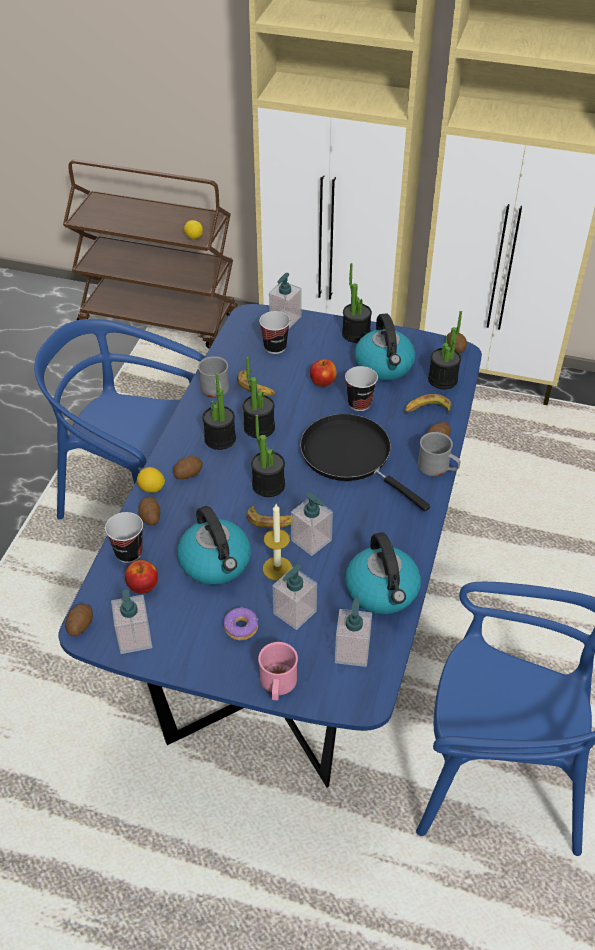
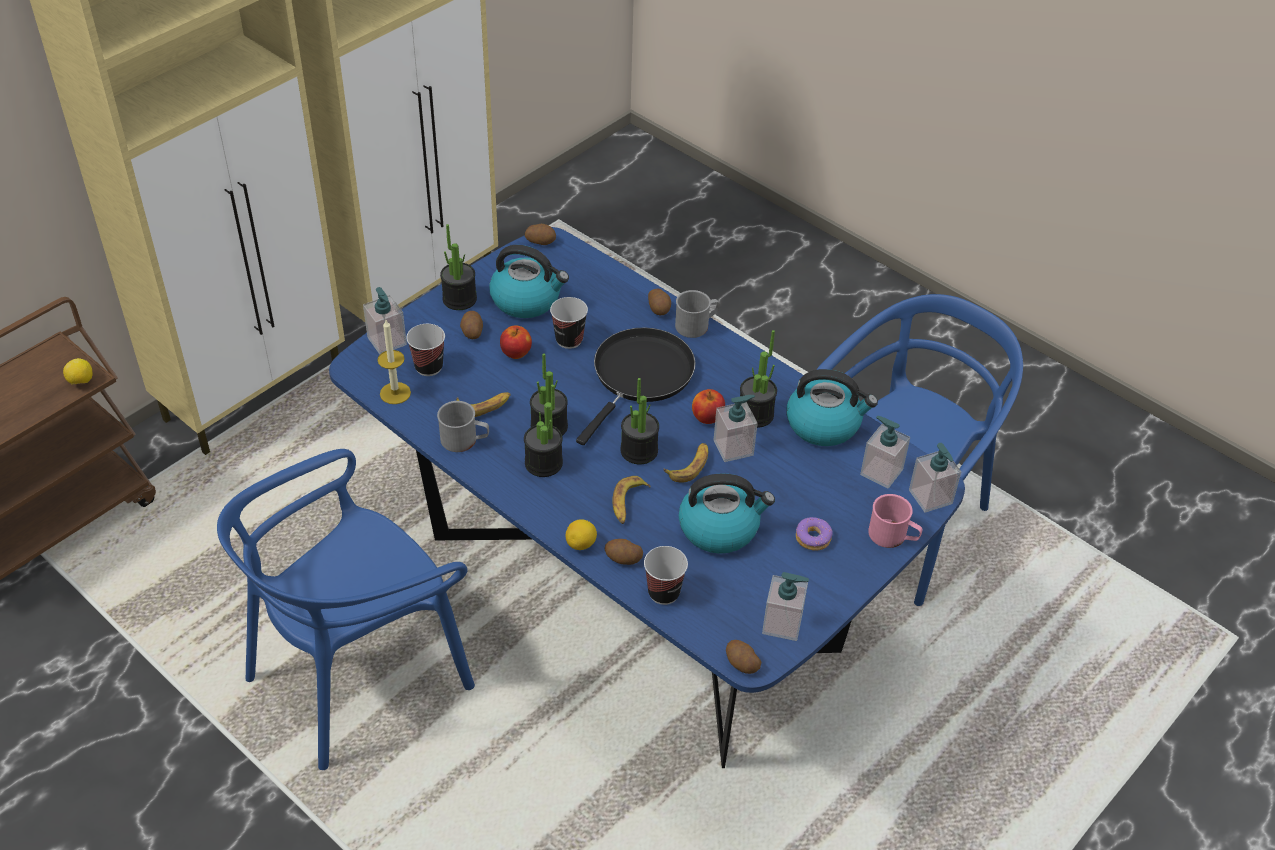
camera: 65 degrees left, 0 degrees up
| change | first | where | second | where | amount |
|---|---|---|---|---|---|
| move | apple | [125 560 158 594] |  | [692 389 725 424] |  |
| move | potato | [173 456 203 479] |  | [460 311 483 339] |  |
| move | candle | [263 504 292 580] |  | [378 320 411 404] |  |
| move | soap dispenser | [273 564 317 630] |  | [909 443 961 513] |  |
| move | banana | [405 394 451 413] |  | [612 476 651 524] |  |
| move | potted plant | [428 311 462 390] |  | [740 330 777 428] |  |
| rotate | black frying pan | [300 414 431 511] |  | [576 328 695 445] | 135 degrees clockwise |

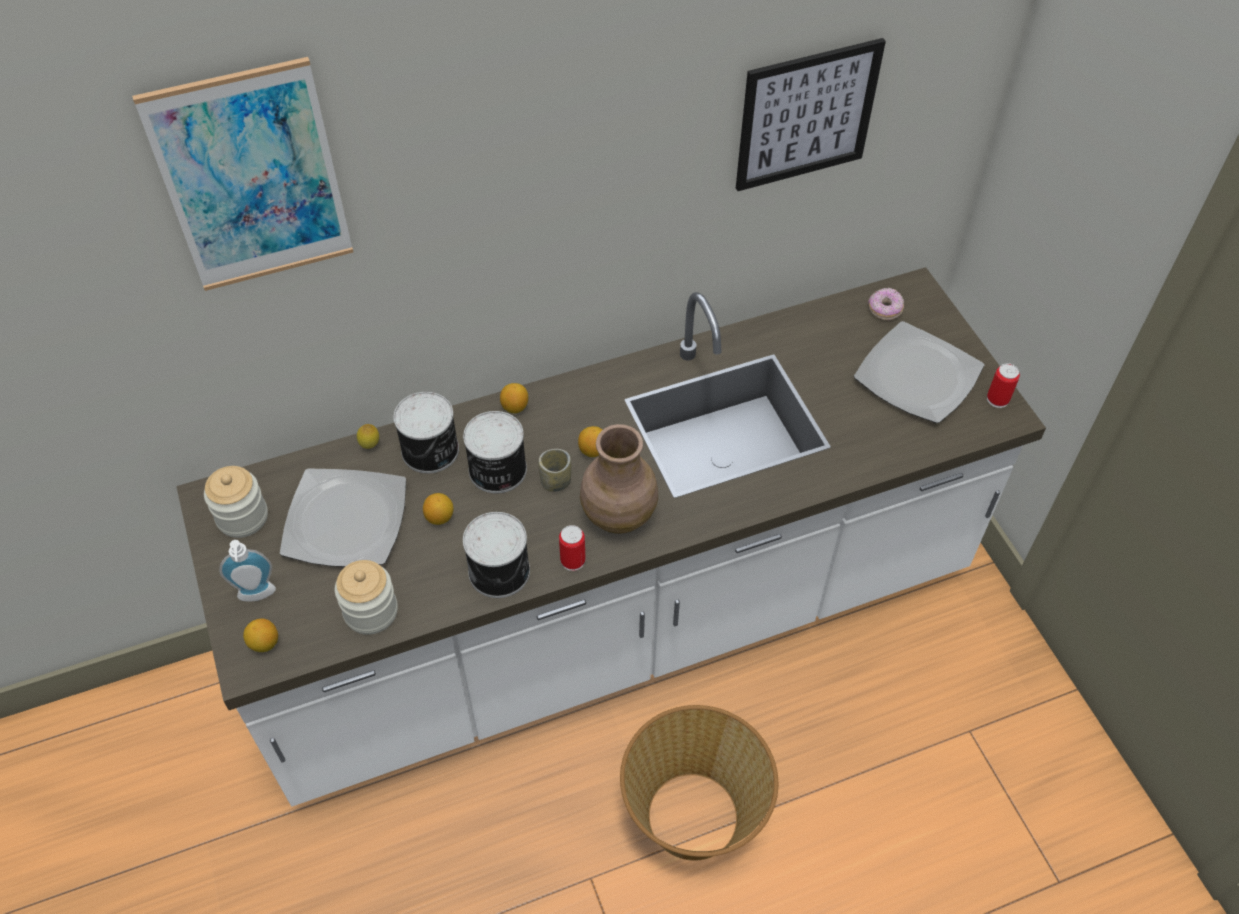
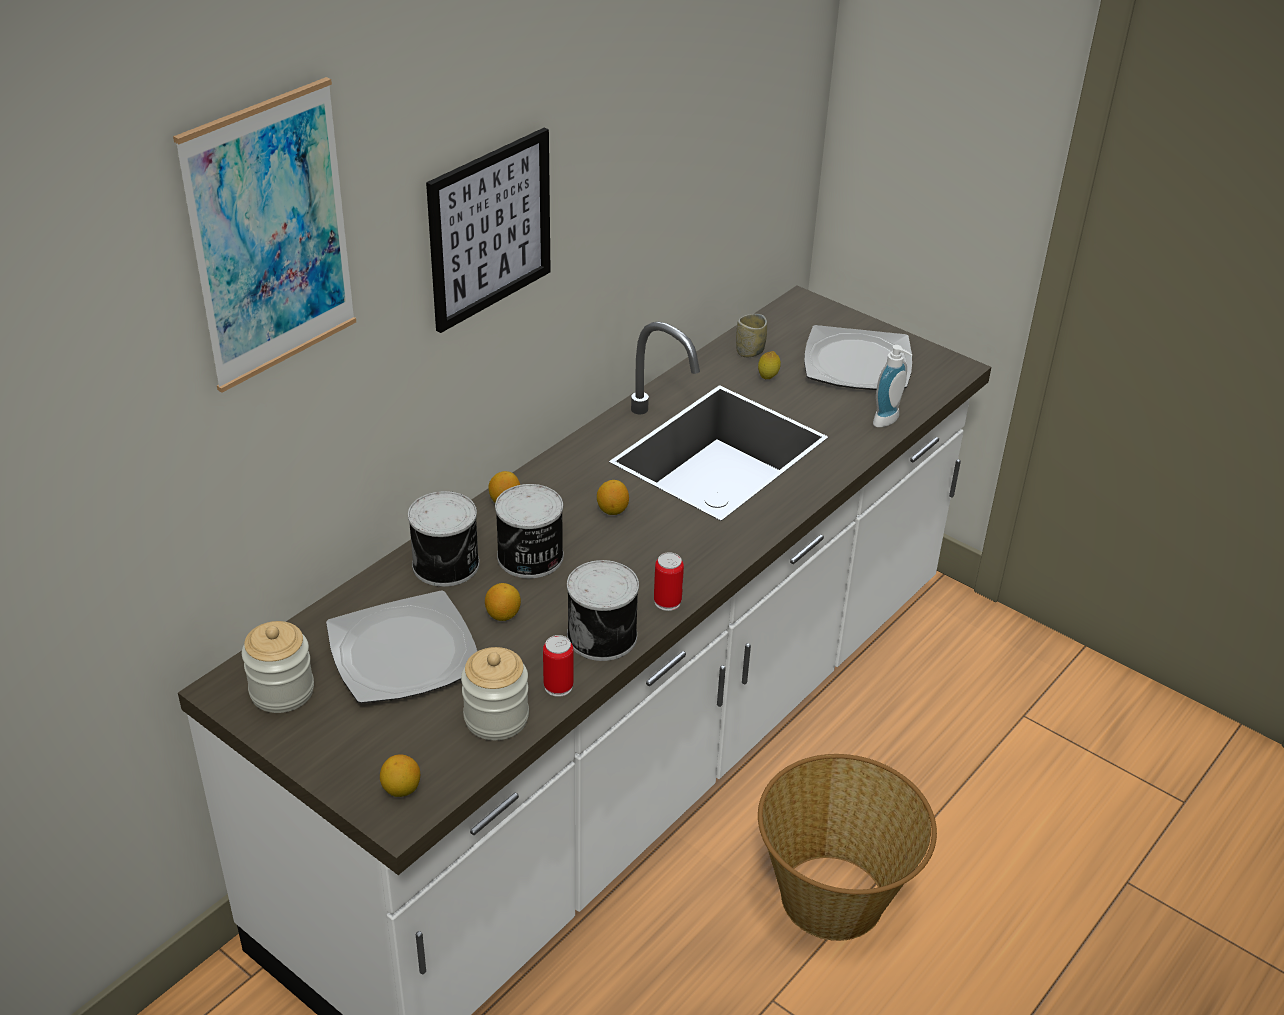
camera: 30 degrees left, 15 degrees down
| change | first | where | second | where | amount |
|---|---|---|---|---|---|
| delete | brown vase | [580 424 658 534] |  |  |  |
| delete | donut | [868 288 904 320] |  |  |  |
| move | soap dispenser | [219 540 276 602] |  | [873 345 912 427] |  |
| move | lemon | [357 424 379 449] |  | [758 351 781 379] |  |
| move | cup | [538 449 571 492] |  | [736 314 767 357] |  |
| move | picture | [736 38 886 191] |  | [426 128 551 333] |  |
| move | can | [987 363 1020 408] |  | [543 635 574 697] |  |

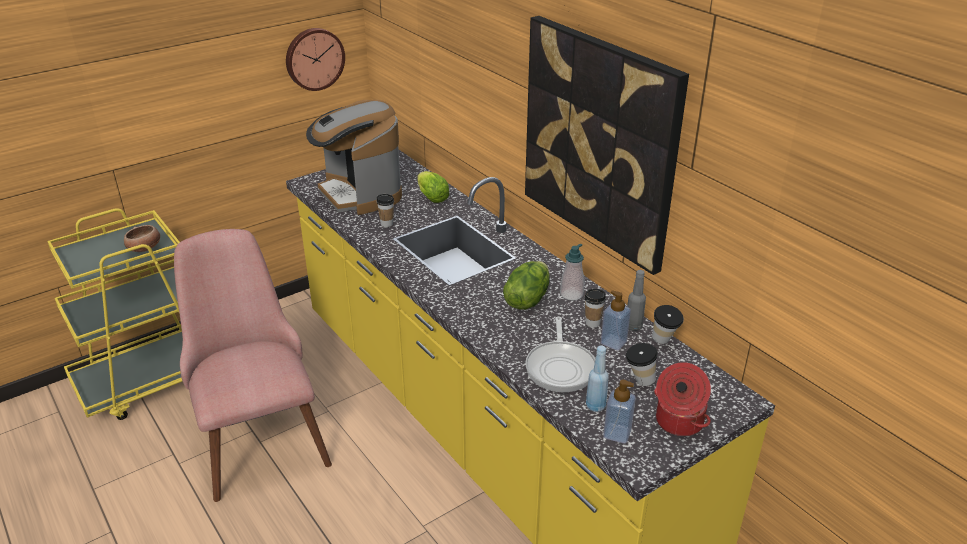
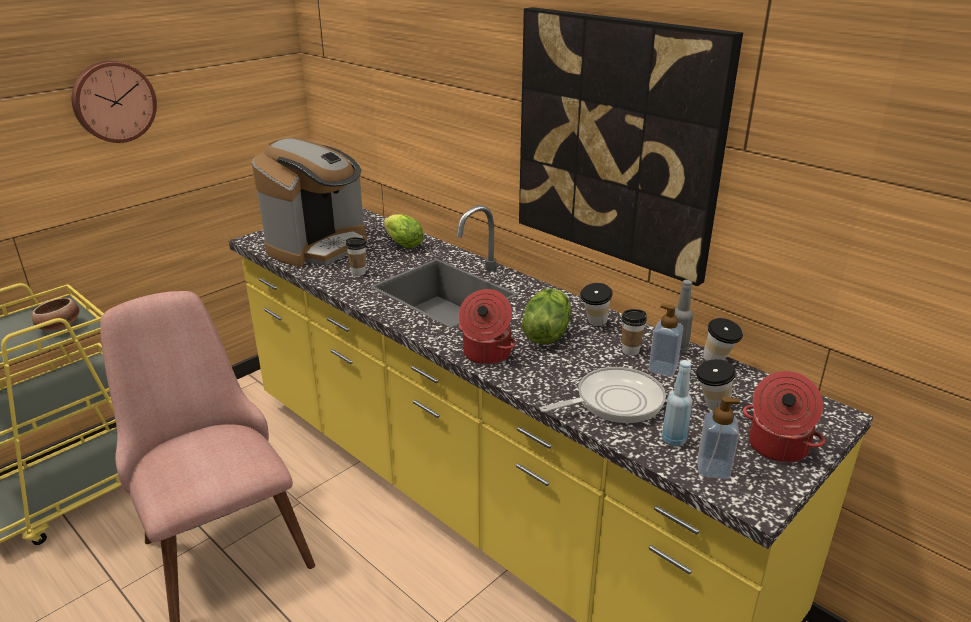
camera: 10 degrees left, 5 degrees down
| change | first | where | second | where | amount |
|---|---|---|---|---|---|
| insert |  |  | cooking pot | [459 289 516 365] |  |
| move | wall clock | [286 28 345 91] |  | [72 61 157 143] |  |
| replace | soap dispenser | [560 244 584 301] | cup | [580 283 613 326] |  |
| rotate | coffee machine | [306 100 402 215] |  | [252 138 367 268] | 105 degrees counterclockwise |
| rotate | frying pan | [525 317 595 392] |  | [540 367 666 423] | 105 degrees counterclockwise |

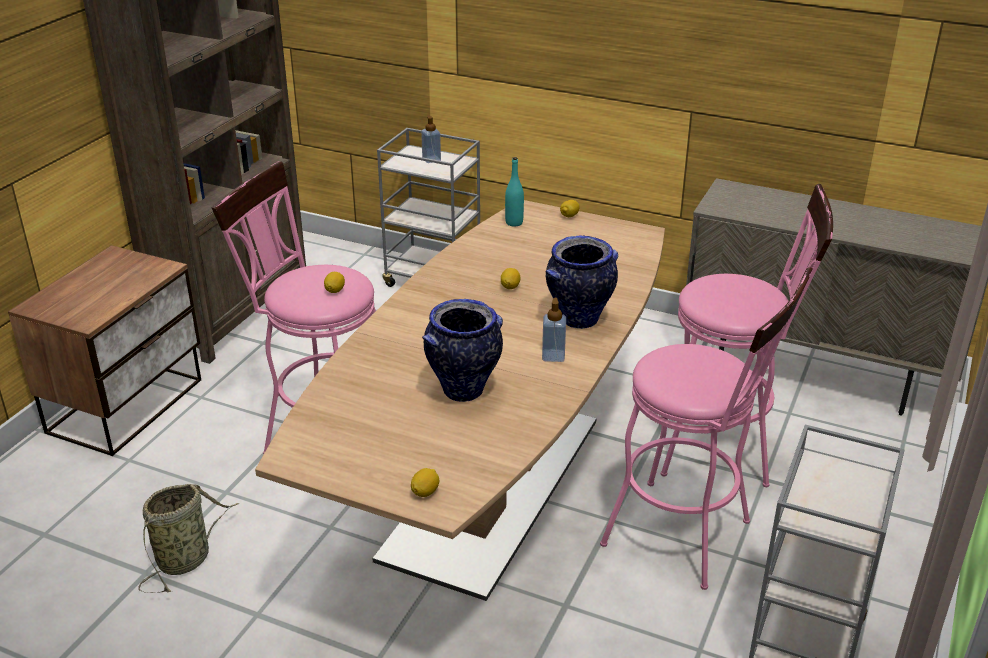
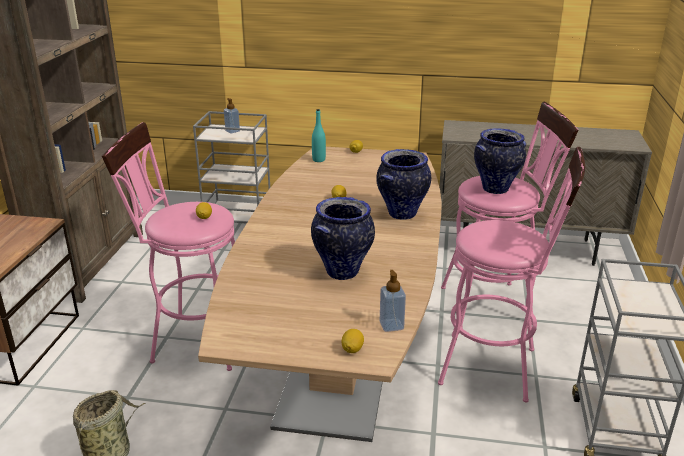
camera: 15 degrees left, 5 degrees down
| change | first | where | second | where | amount |
|---|---|---|---|---|---|
| insert |  |  | vase | [474 128 526 194] |  |
| move | soap dispenser | [542 298 566 362] |  | [380 270 406 332] |  |

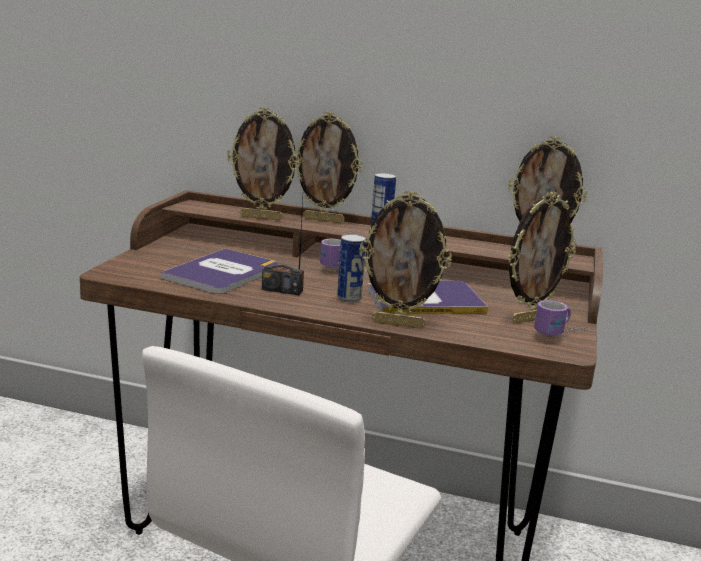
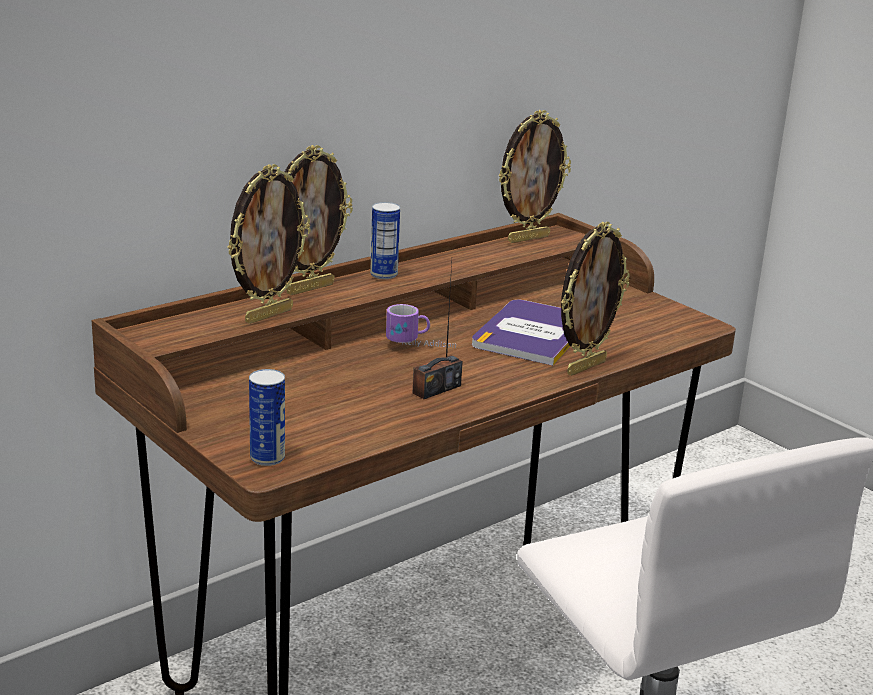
camera: 55 degrees left, 5 degrees up
| change | first | where | second | where | amount |
|---|---|---|---|---|---|
| delete | book | [161 249 278 294] |  |  |  |
| delete | picture frame | [508 192 576 324] |  |  |  |
| delete | mug | [534 300 585 337] |  |  |  |
| move | can | [337 234 366 303] |  | [249 369 285 466] |  |

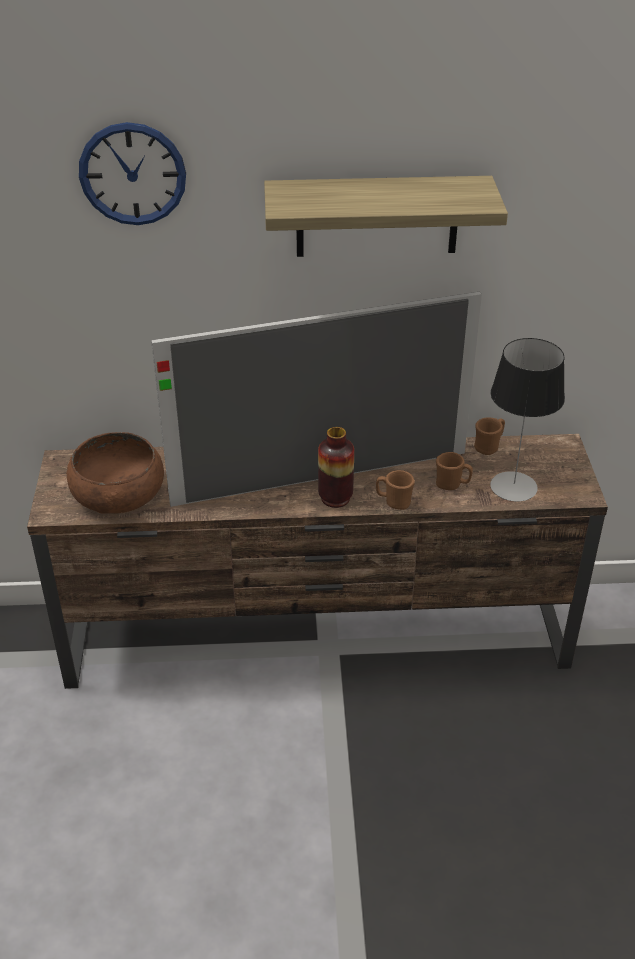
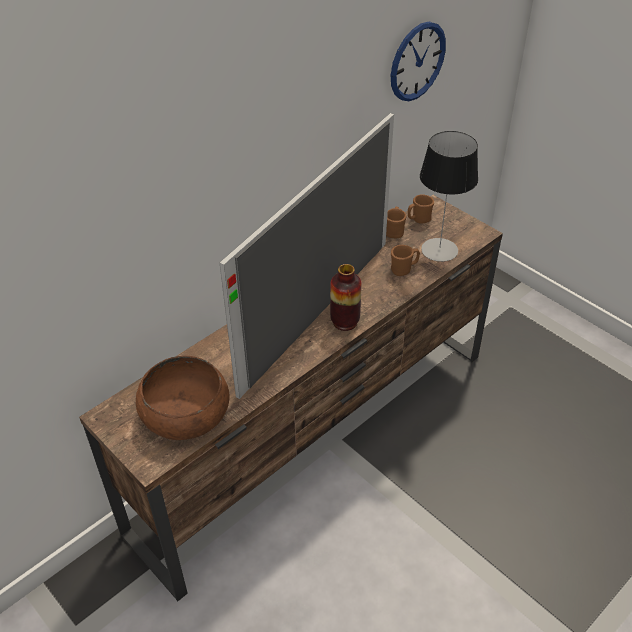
camera: 40 degrees left, 5 degrees up
| change | first | where | second | where | amount |
|---|---|---|---|---|---|
| delete | shelf | [264 176 508 257] |  |  |  |
| move | wall clock | [79 122 186 225] |  | [390 22 446 101] |  |
| move | brown mug | [376 470 415 510] |  | [408 194 434 224] |  |

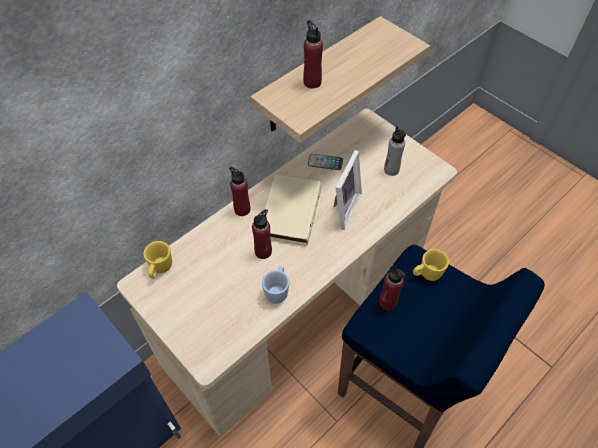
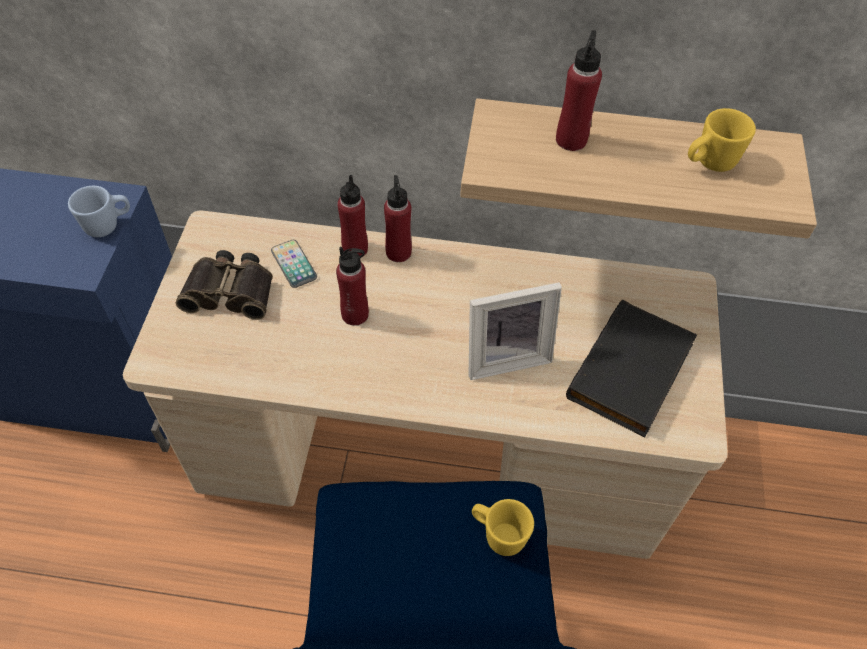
camera: 50 degrees right, 0 degrees up
| change | first | where | second | where | amount |
|---|---|---|---|---|---|
| delete | beige book | [263 175 322 246] |  |  |  |
| insert |  |  | binoculars | [176 250 273 320] |  |
| move | yellow mug | [143 241 172 278] |  | [688 108 756 172] |  |
| move | blue mug | [262 266 289 303] |  | [68 186 130 237] |  |
| move | phone | [308 154 343 170] |  | [271 240 317 288] |  |
| move | red bottle | [379 265 405 311] |  | [337 175 368 256] |  |
| replace | grey bottle | [384 126 406 176] | black book | [566 300 697 437] |  |

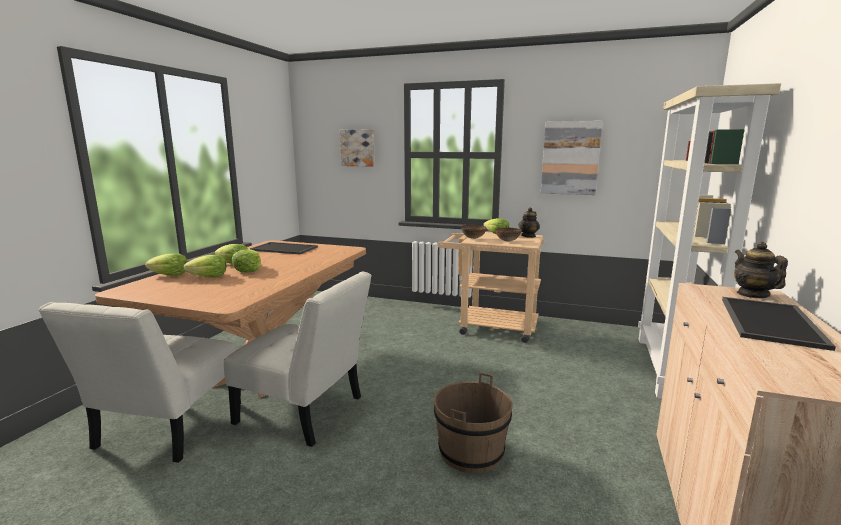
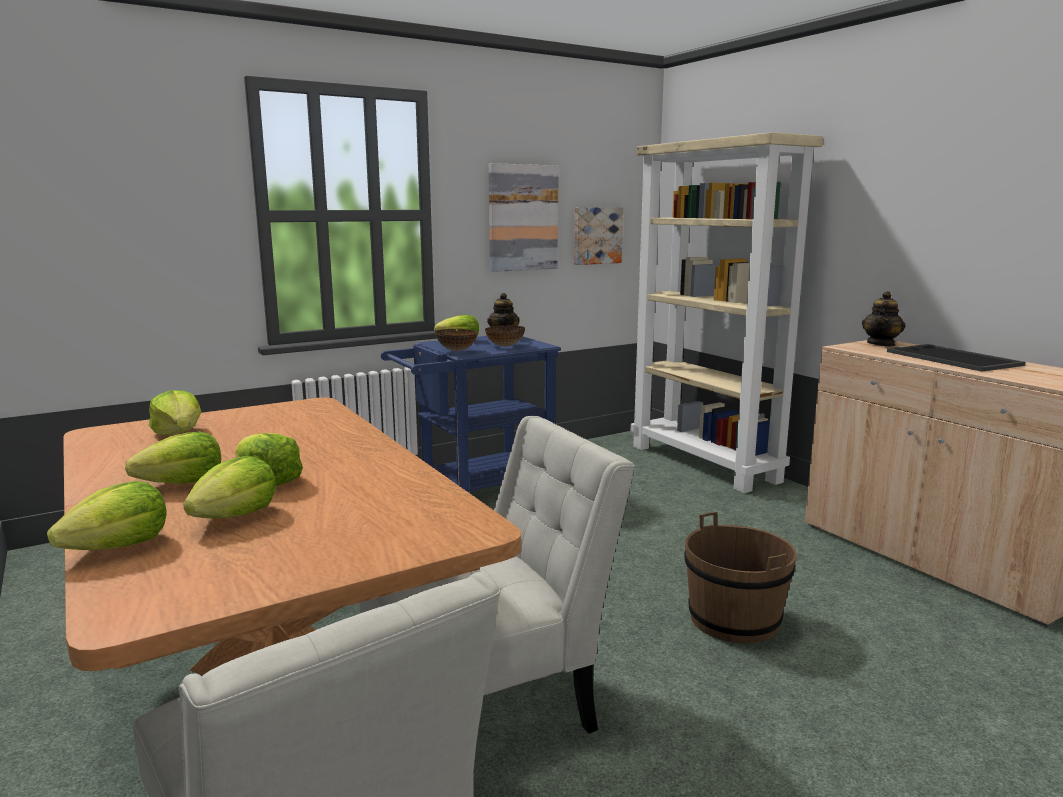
camera: 50 degrees left, 0 degrees up
| change | first | where | second | where | amount |
|---|---|---|---|---|---|
| move | picture | [340 129 375 167] |  | [574 207 623 265] |  |
| replace | tray | [250 242 318 254] | lettuce | [149 390 201 436] |  |
| recolor | beige cart | [437 232 544 343] | blue cart | [381 336 561 493] |  |
| rotate | teapot | [734 242 788 298] |  | [862 291 906 347] | 90 degrees counterclockwise |

